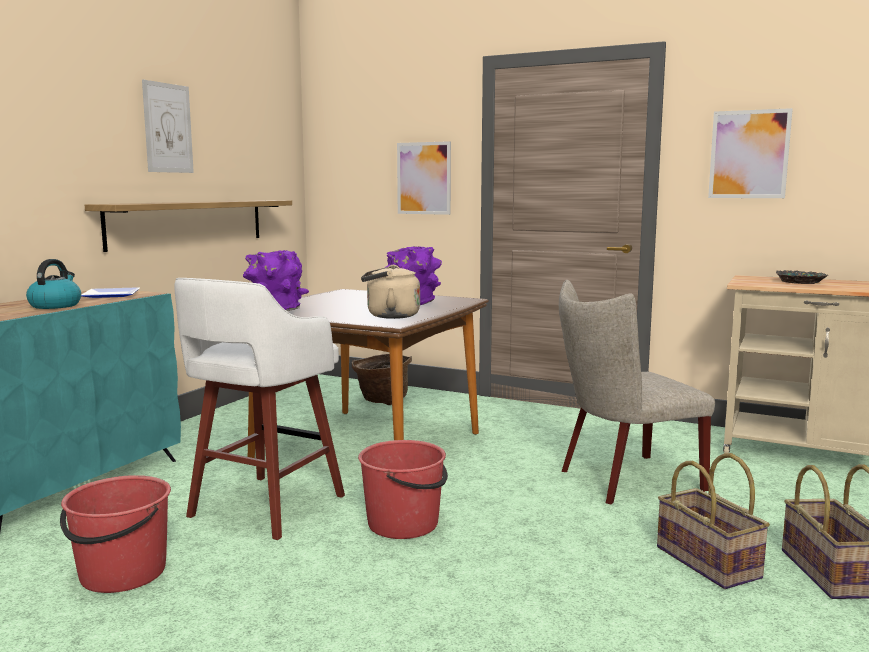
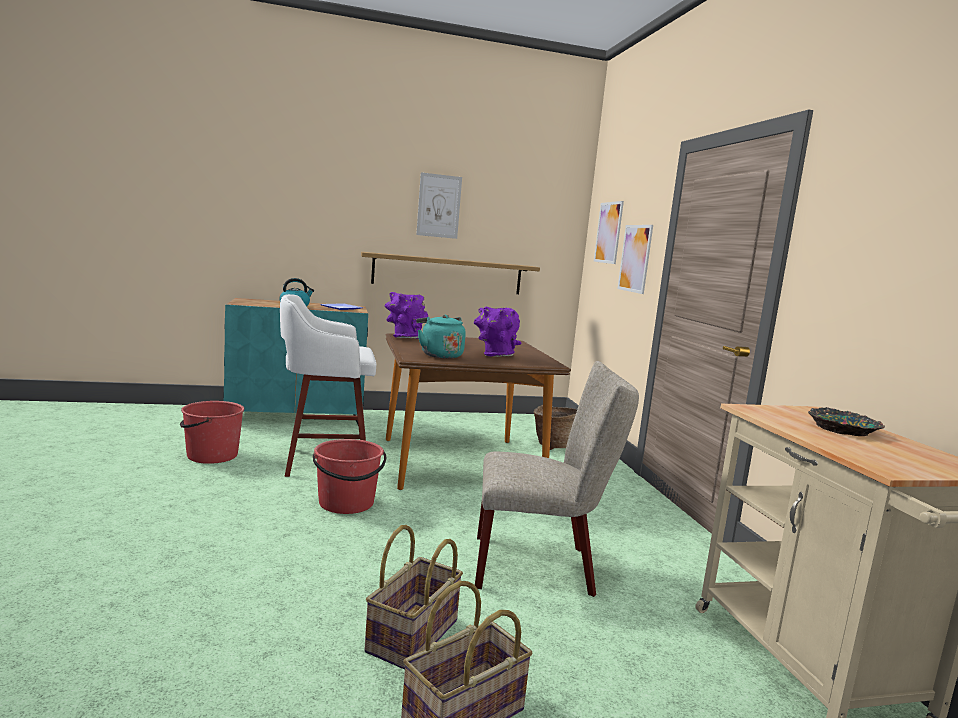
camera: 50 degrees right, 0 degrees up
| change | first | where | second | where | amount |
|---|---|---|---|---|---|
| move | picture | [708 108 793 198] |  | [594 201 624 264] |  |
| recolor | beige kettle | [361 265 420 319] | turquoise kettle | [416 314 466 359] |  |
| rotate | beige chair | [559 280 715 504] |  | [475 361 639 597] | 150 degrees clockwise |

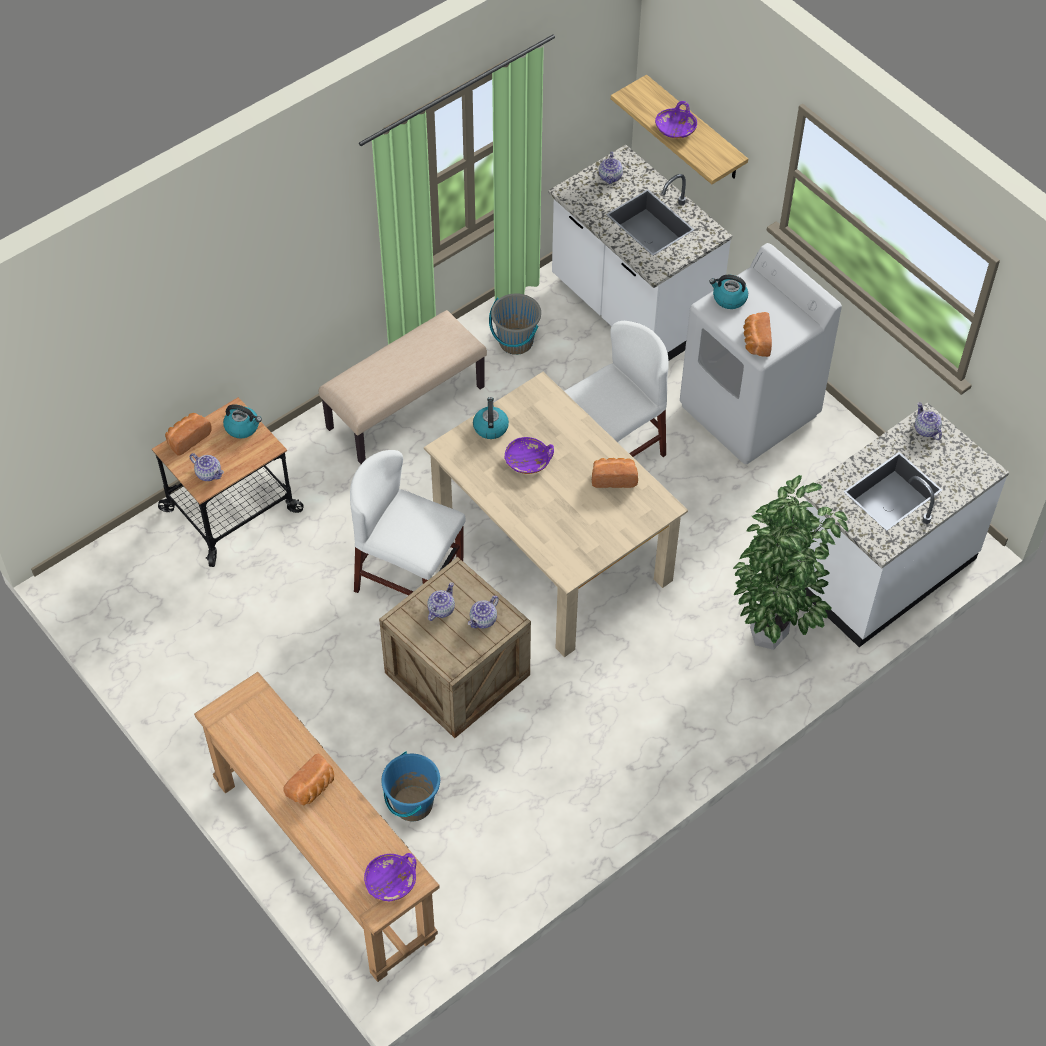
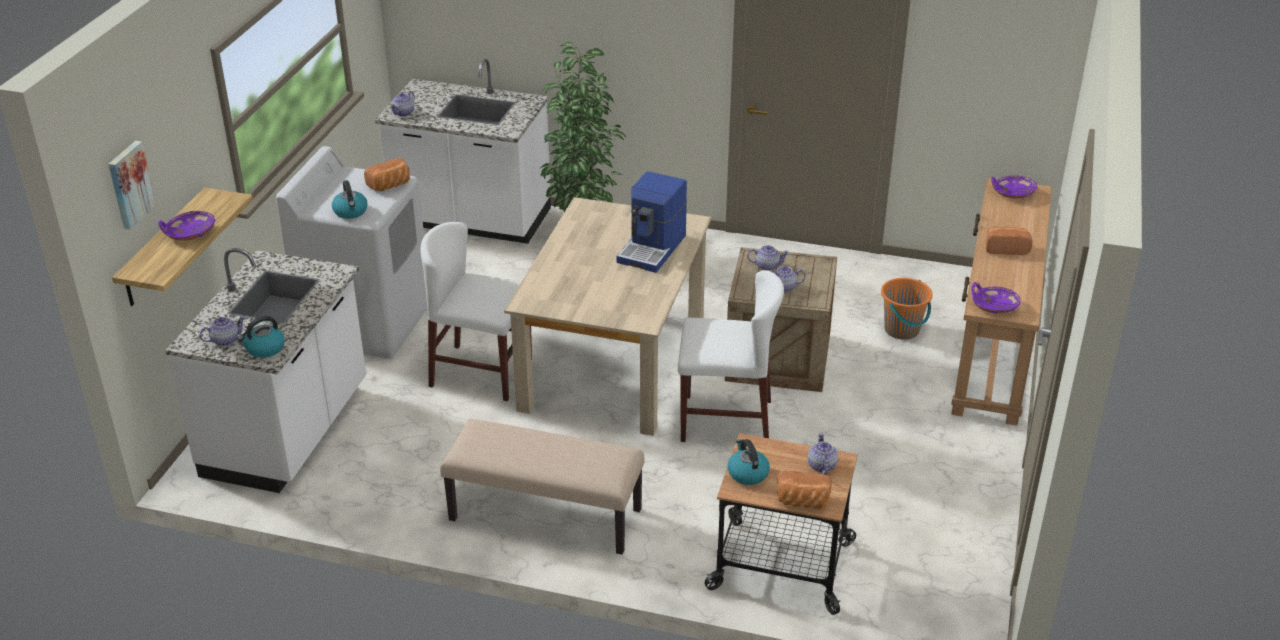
camera: 125 degrees left, 20 degrees down
| change | first | where | second | where | amount |
|---|---|---|---|---|---|
| delete | grey bucket | [489 293 541 355] |  |  |  |
| delete | bread | [592 458 638 488] |  |  |  |
| insert |  |  | picture | [108 141 156 230] |  |
| insert |  |  | coffee machine | [617 171 687 273] |  |
| move | kettle | [473 397 509 439] |  | [238 316 285 358] |  |
| move | purple bowl | [504 437 554 474] |  | [971 282 1021 314] |  |
| recolor | blue bucket | [381 752 440 821] | orange bucket | [881 278 933 340] |  |
| rotate | white chair | [350 450 466 595] |  | [678 270 784 442] | 75 degrees counterclockwise |

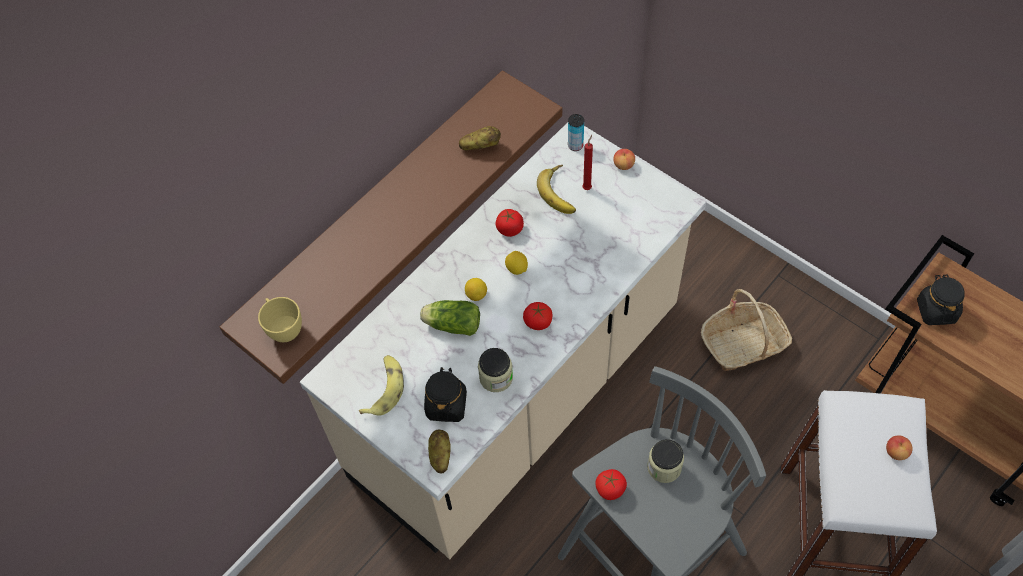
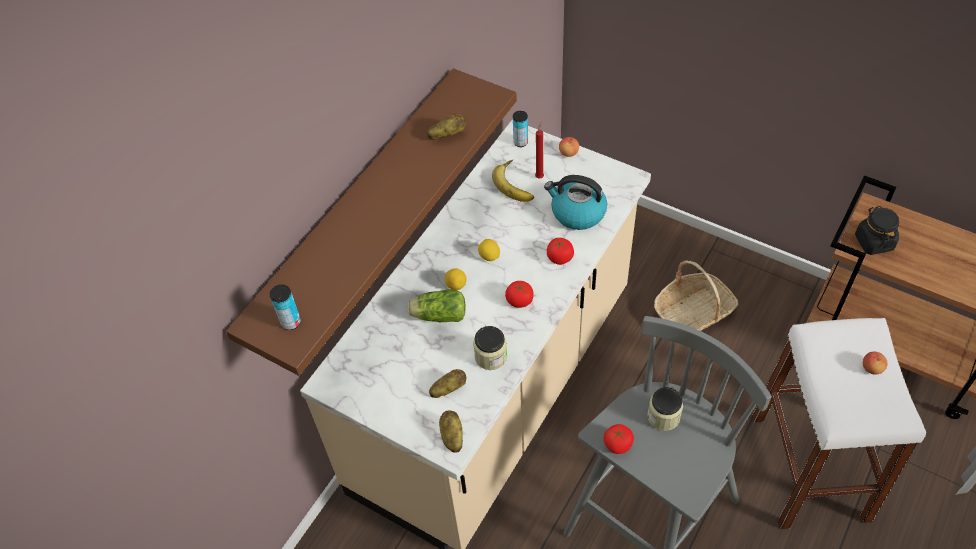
camera: 10 degrees left, 5 degrees down
| change | first | where | second | where | amount |
|---|---|---|---|---|---|
| delete | banana | [359 355 404 415] |  |  |  |
| insert |  |  | kettle | [544 175 607 230] |  |
| move | tomato | [496 209 524 237] |  | [547 238 574 265] |  |
| replace | yellow cup | [258 297 302 342] | can | [270 284 301 330] |  |
| replace | black jar | [424 367 467 422] | potato | [429 369 466 398] |  |

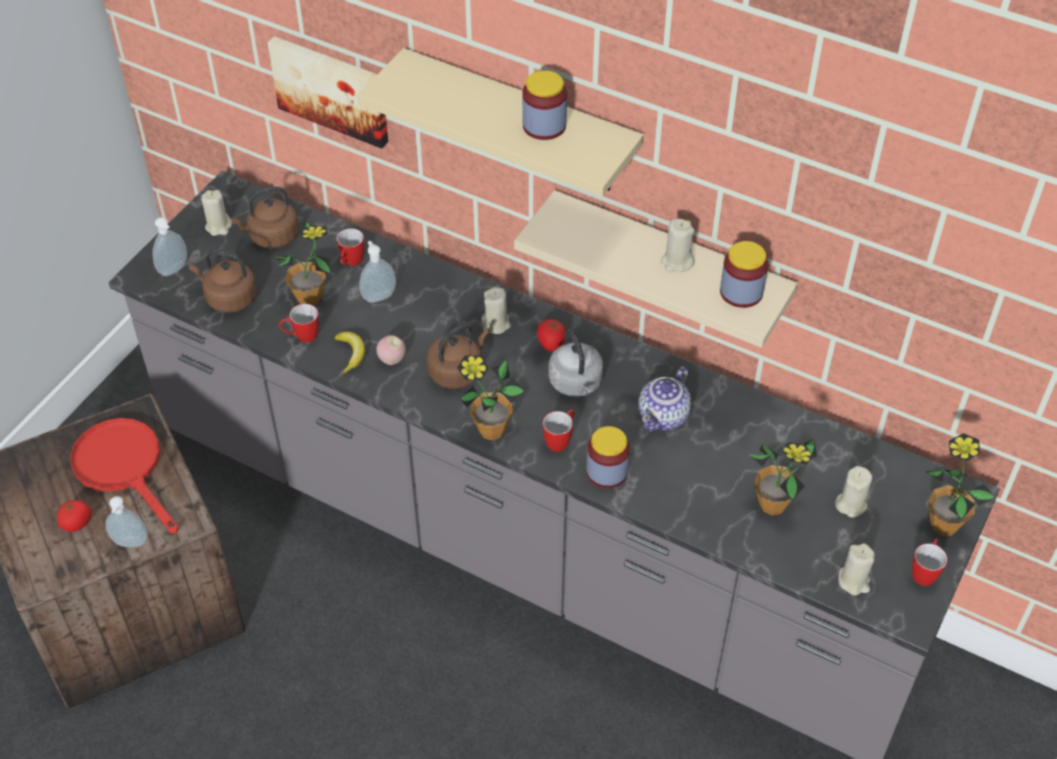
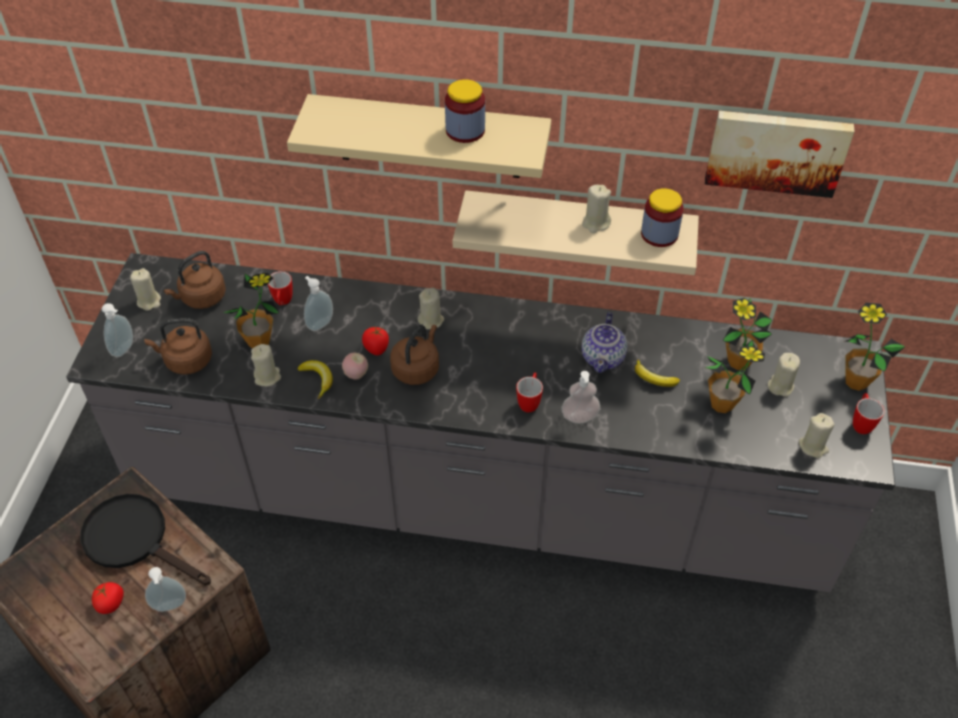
camera: 20 degrees left, 0 degrees up
| change | first | where | second | where | amount |
|---|---|---|---|---|---|
| delete | grey kettle | [549 328 604 397] |  |  |  |
| insert |  |  | banana | [635 359 680 387] |  |
| move | picture | [268 36 388 148] |  | [705 111 855 198] |  |
| move | potted plant | [457 355 524 440] |  | [723 298 772 370] |  |
| move | tomato | [537 319 566 351] |  | [362 327 389 355] |  |
| replace | mug | [279 304 319 343] | beige candle | [251 344 281 386] |  |
| replace | jar | [587 426 630 488] | soap dispenser | [561 371 600 424] |  |
| recolor | red frying pan | [71 418 179 534] | black frying pan | [80 494 211 585] |  |

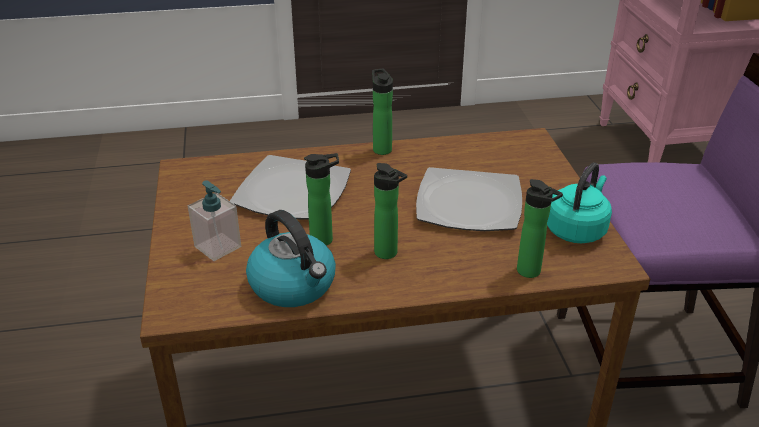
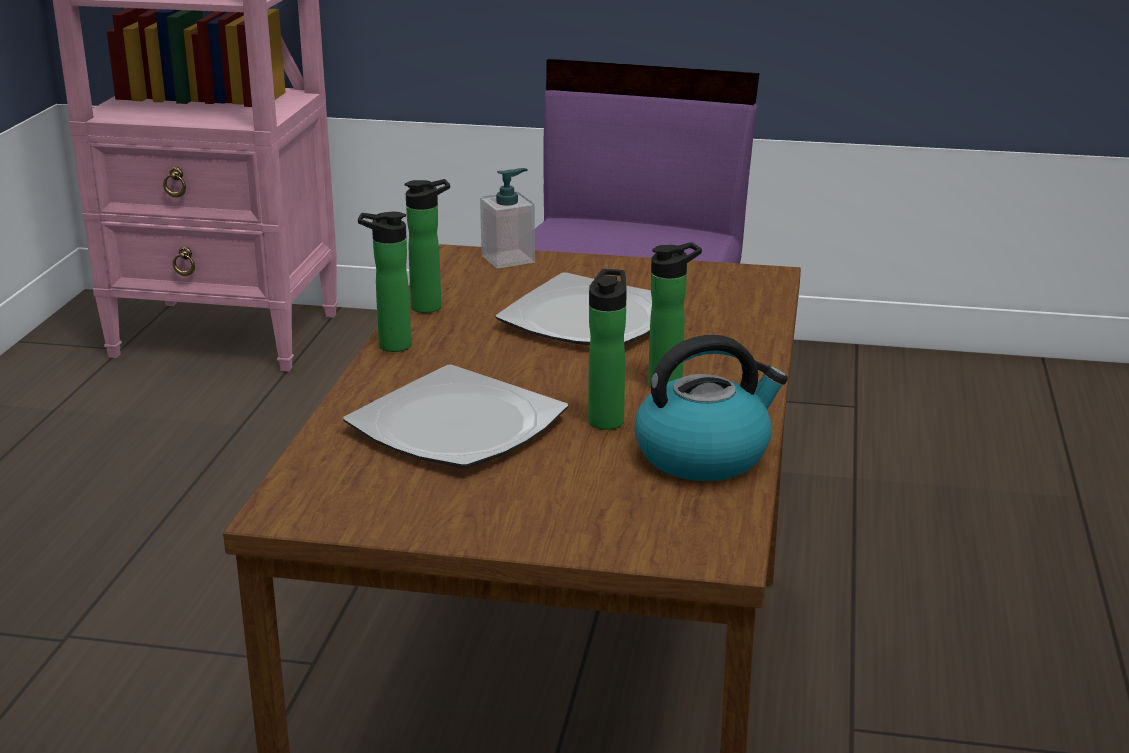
camera: 70 degrees left, 10 degrees down
| change | first | where | second | where | amount |
|---|---|---|---|---|---|
| delete | turquoise kettle | [547 162 612 243] |  |  |  |
| move | soap dispenser | [188 180 241 261] |  | [480 168 535 269] |  |
| move | bottle | [517 179 563 278] |  | [404 179 450 313] |  |

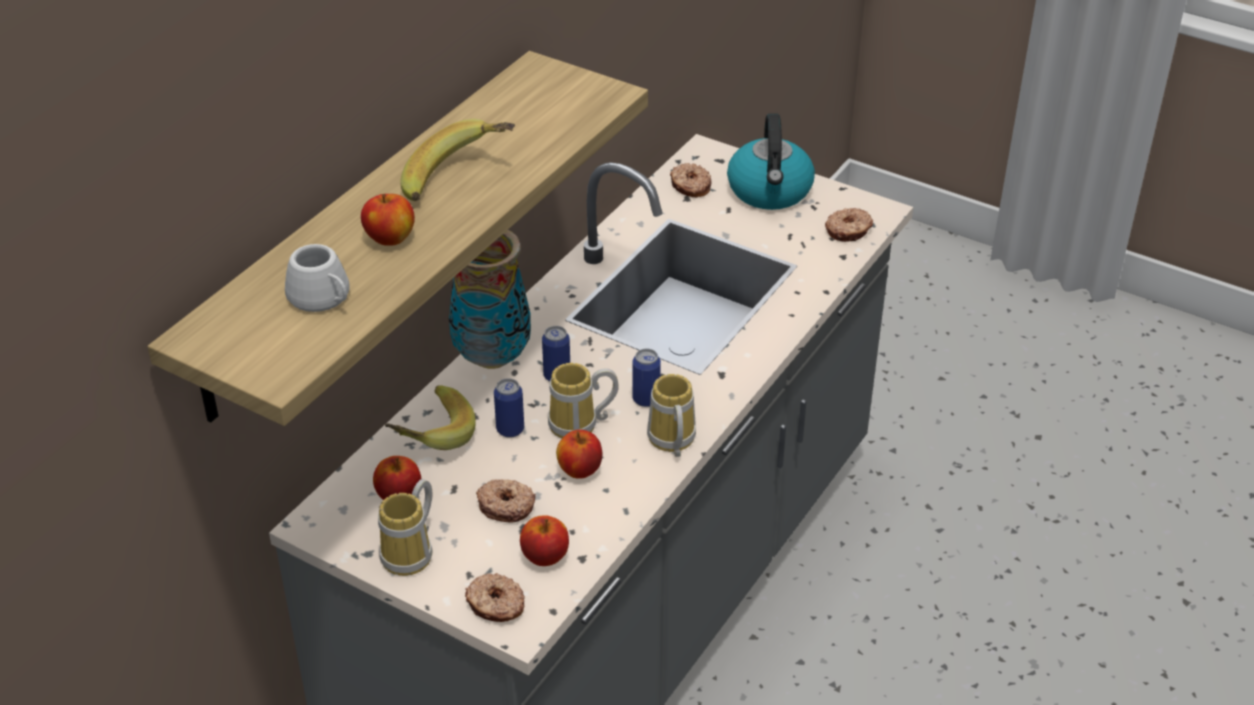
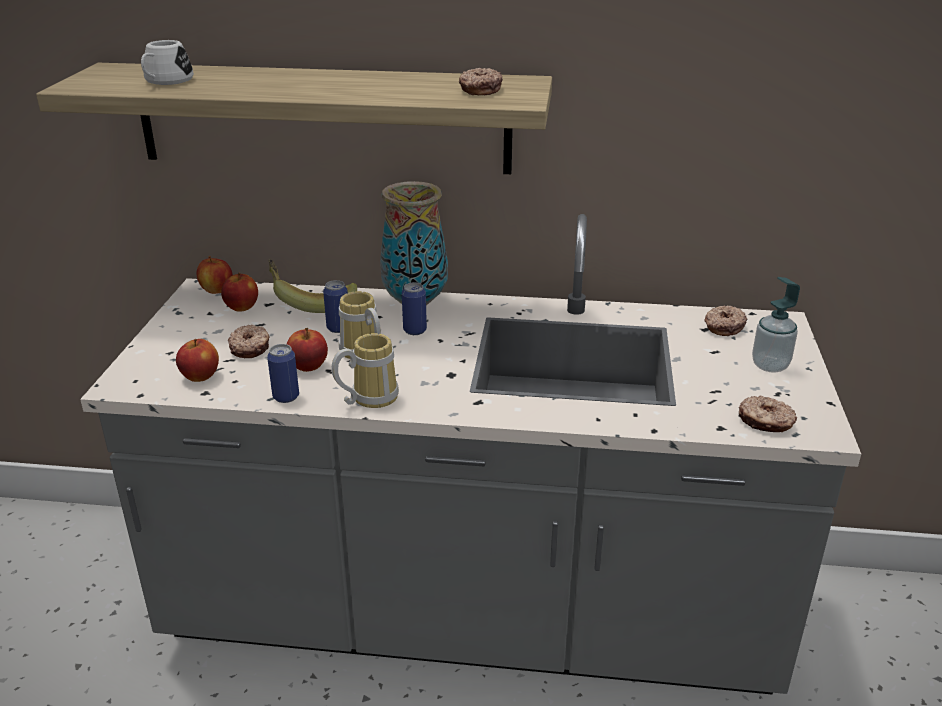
camera: 65 degrees right, 10 degrees down
| change | first | where | second | where | amount |
|---|---|---|---|---|---|
| delete | mug | [378 479 433 576] |  |  |  |
| delete | banana | [400 119 515 201] |  |  |  |
| move | apple | [361 194 415 246] |  | [197 256 233 294] |  |
| move | donut | [465 573 525 622] |  | [459 68 503 95] |  |
| move | can | [632 349 661 407] |  | [267 344 299 403] |  |
| replace | kettle | [727 113 815 210] | soap dispenser | [752 277 800 373] |  |

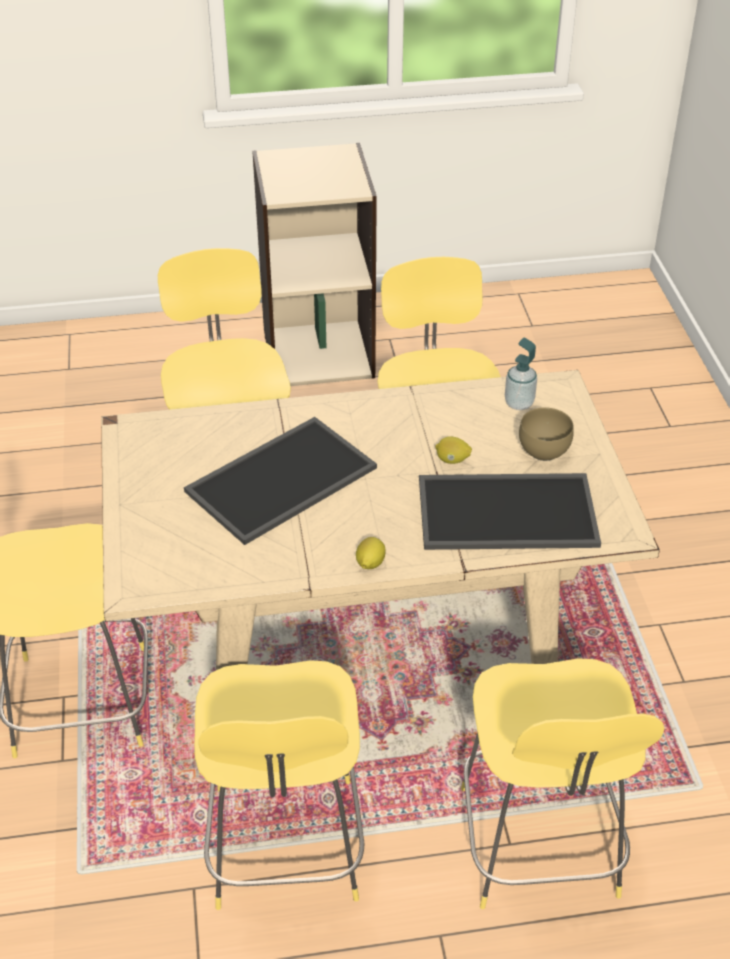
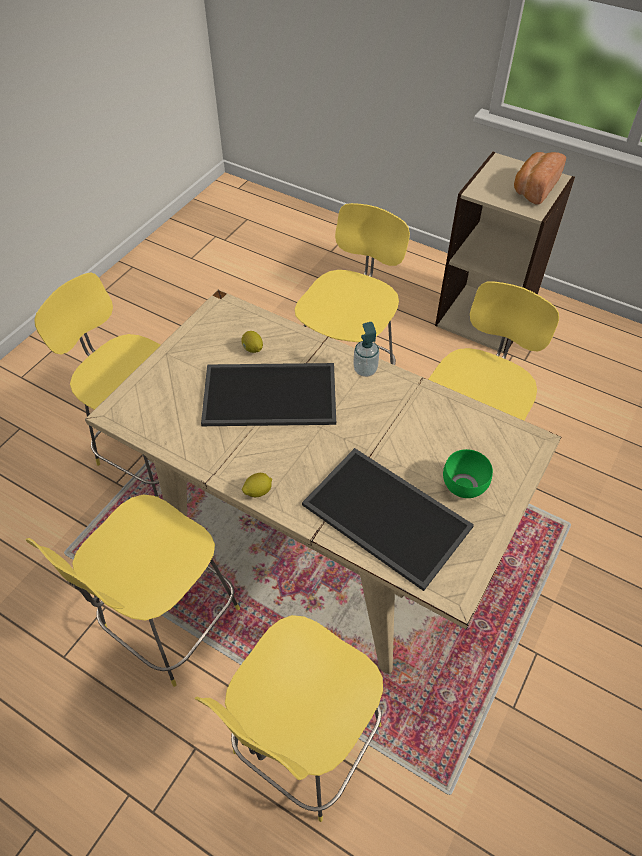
camera: 40 degrees right, 10 degrees up
| change | first | where | second | where | amount |
|---|---|---|---|---|---|
| insert |  |  | bread | [514 152 566 204] |  |
| move | lemon | [435 436 472 464] |  | [241 331 263 353] |  |
| move | soap dispenser | [505 338 537 410] |  | [353 322 379 377] |  |
| recolor | brown bowl | [519 407 574 461] | green bowl | [443 449 493 498] |  |

